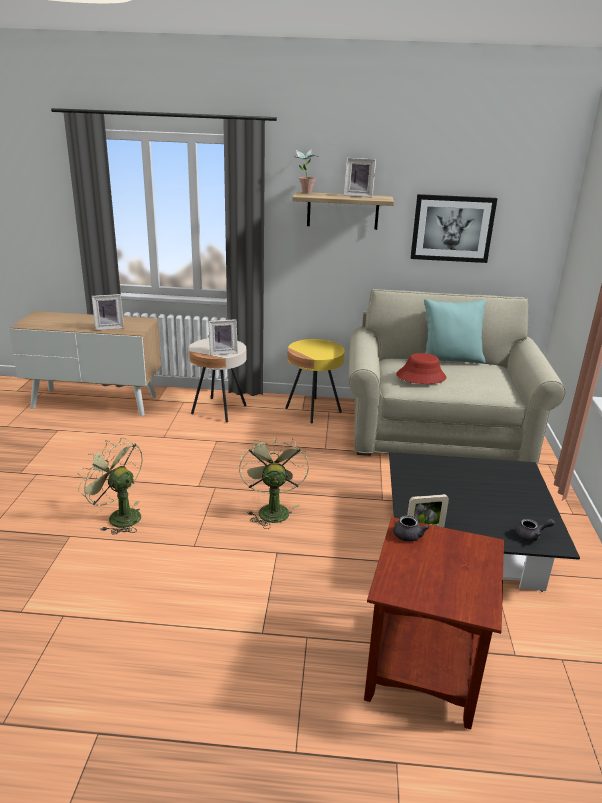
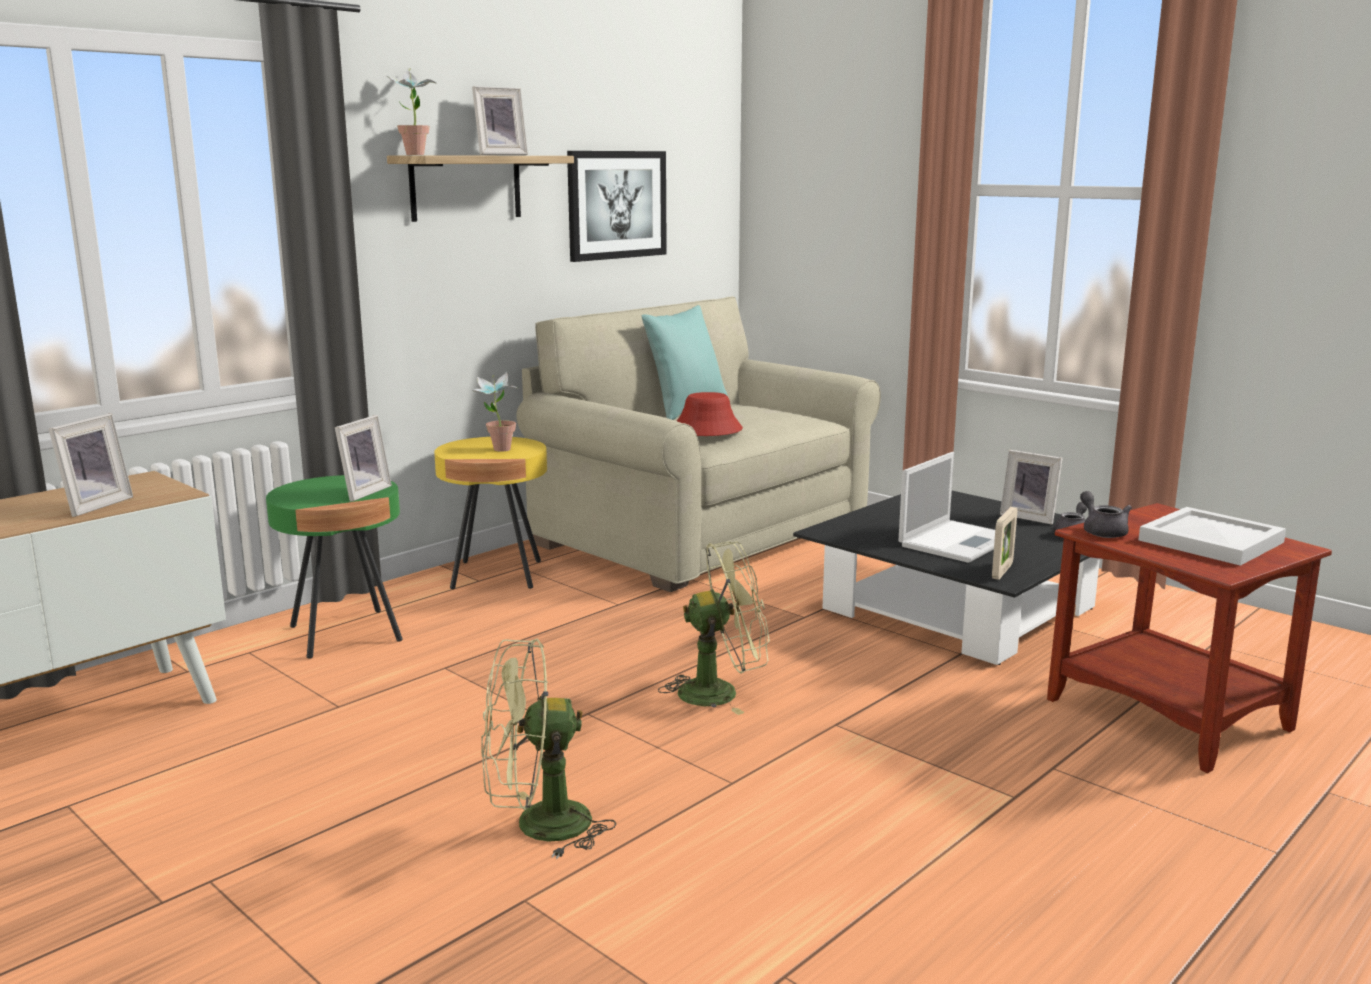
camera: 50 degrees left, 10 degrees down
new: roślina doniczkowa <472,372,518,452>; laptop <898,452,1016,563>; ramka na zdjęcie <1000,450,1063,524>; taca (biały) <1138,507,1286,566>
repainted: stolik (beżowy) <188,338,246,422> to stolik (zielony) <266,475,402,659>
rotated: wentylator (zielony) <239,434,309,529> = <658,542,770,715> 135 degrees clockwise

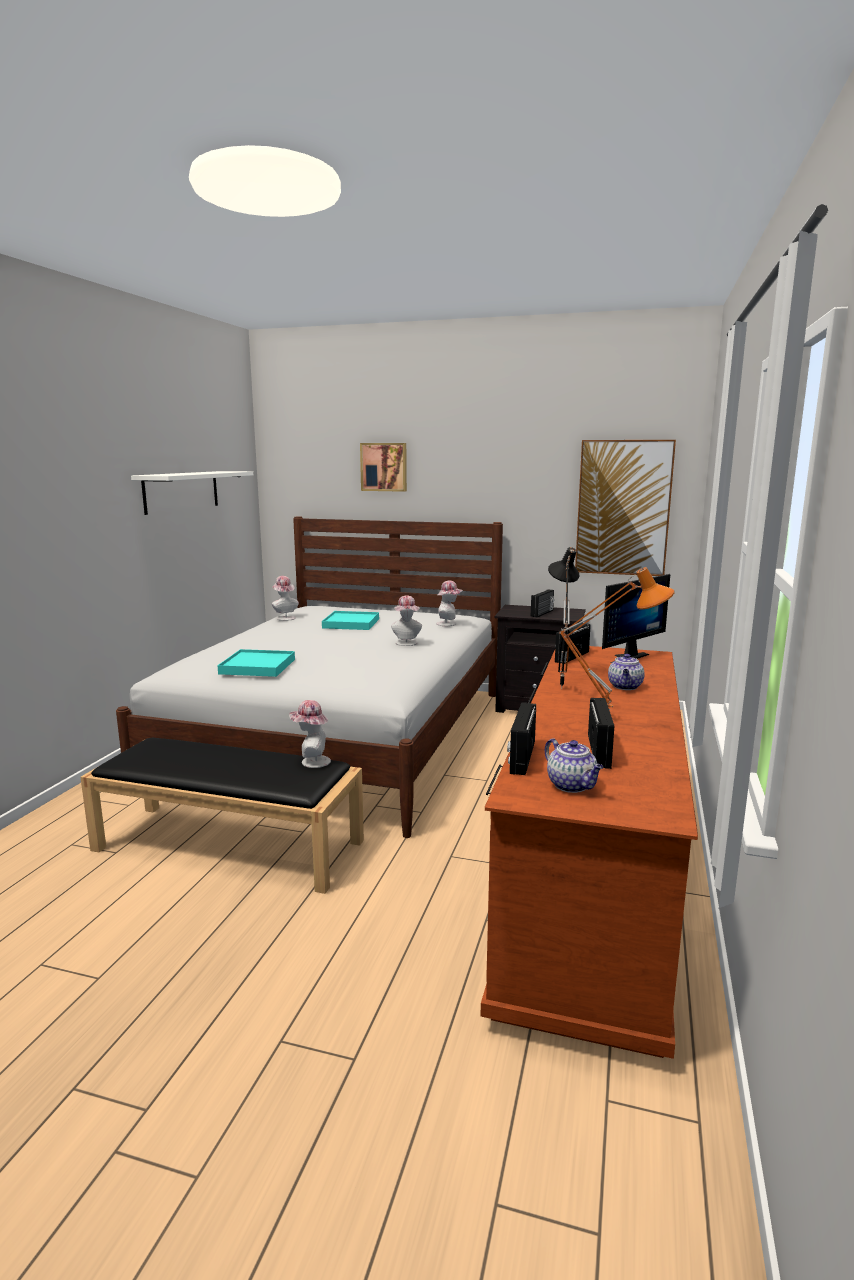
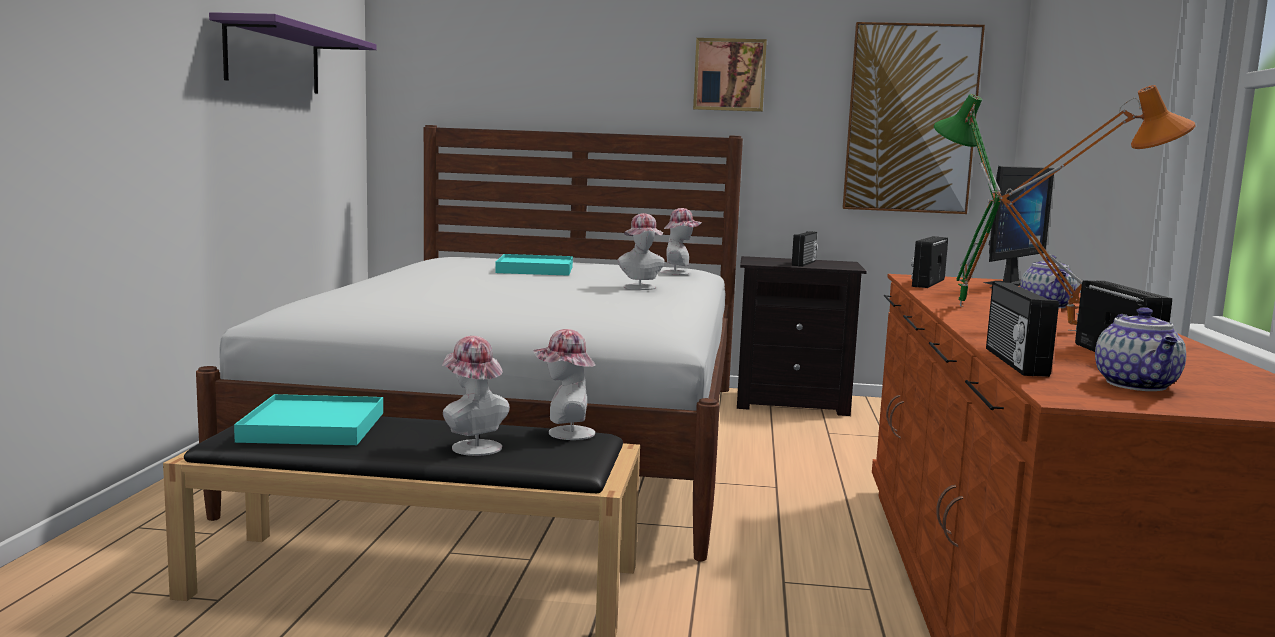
camera: 10 degrees left, 5 degrees down
shifted: taca (turkusowy) <217,649,295,677> to <234,394,383,445>; kapelusz <272,576,299,621> to <442,336,510,456>; obraz <360,443,407,492> to <693,38,767,112>
repainted: półka (biały) <131,471,253,515> to półka (fioletowy) <209,12,377,94>; lampa stołowa (czarny) <548,547,579,688> to lampa stołowa (zielony) <934,94,1001,307>
rotated: imbryk <545,738,604,793> = <1095,307,1186,391> 45 degrees clockwise

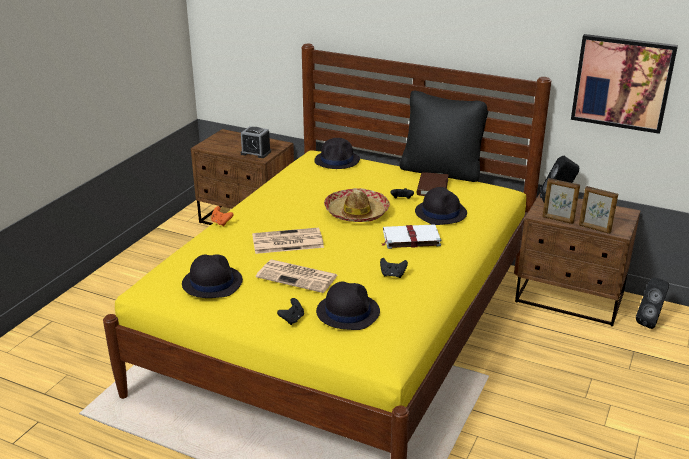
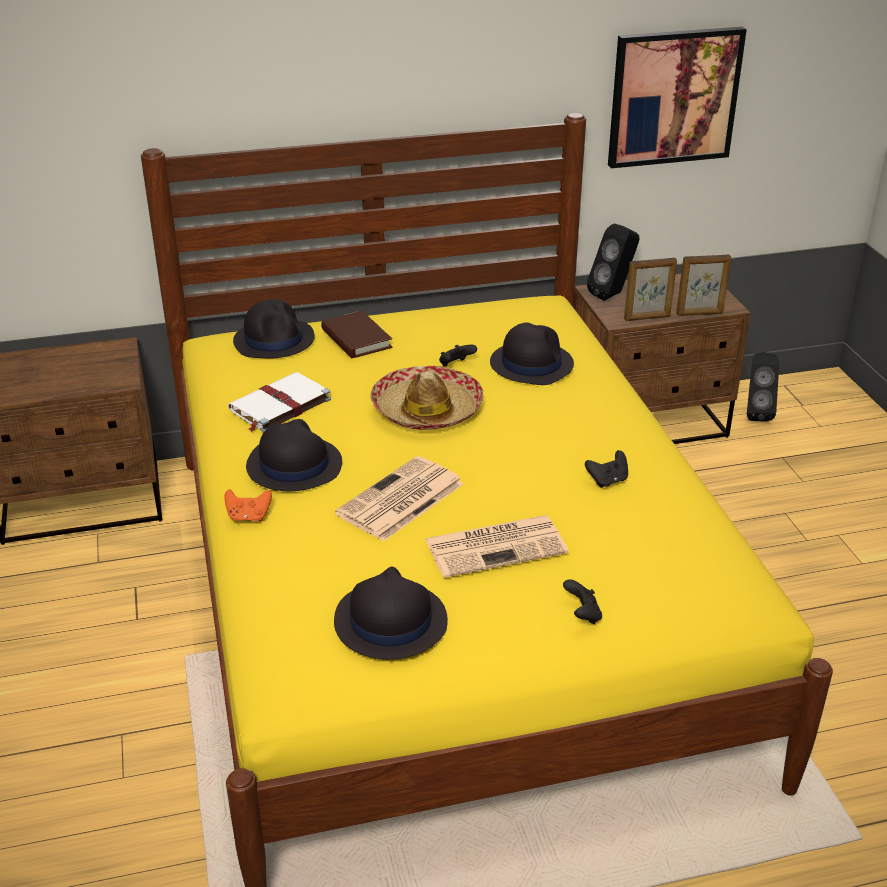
camera: 40 degrees left, 5 degrees up
gone: budzik <241,126,271,158>; poduszka (czarny) <400,91,488,182>
shifted: książka (biały) <382,224,441,249> to <228,372,331,432>; kapelusz (czarny) <316,282,380,330> to <246,419,342,491>; książka (brązowy) <417,172,449,196> to <321,311,392,358>

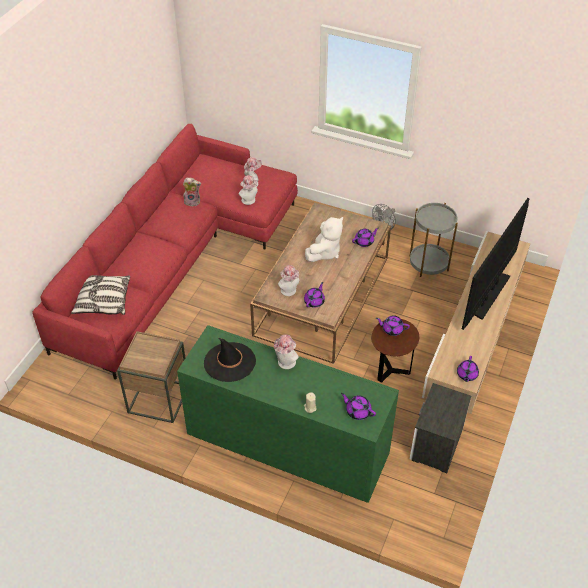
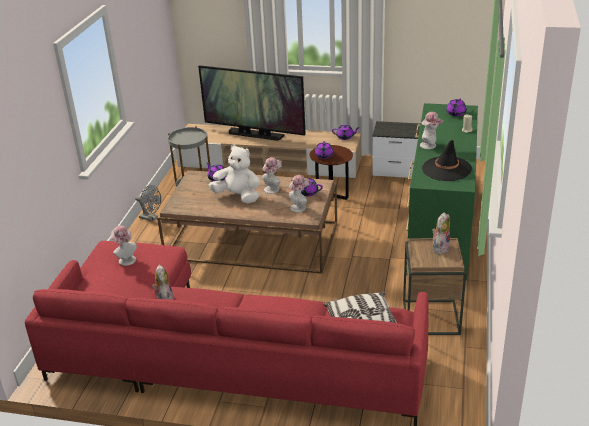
camera: 100 degrees left, 15 degrees down
new: pluszak <432,212,450,254>
shifted: kapelusz <239,175,258,205> to <262,157,282,194>

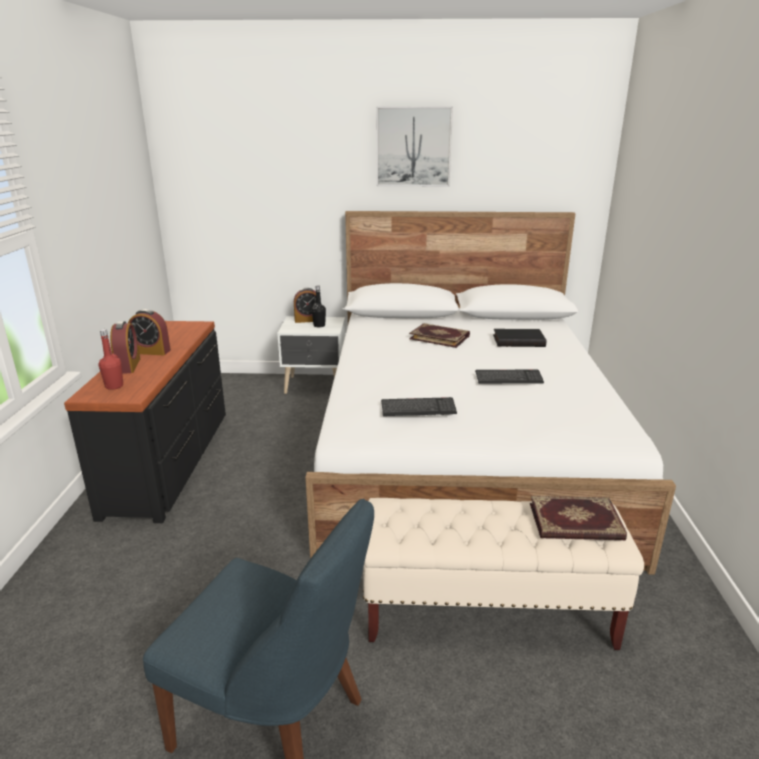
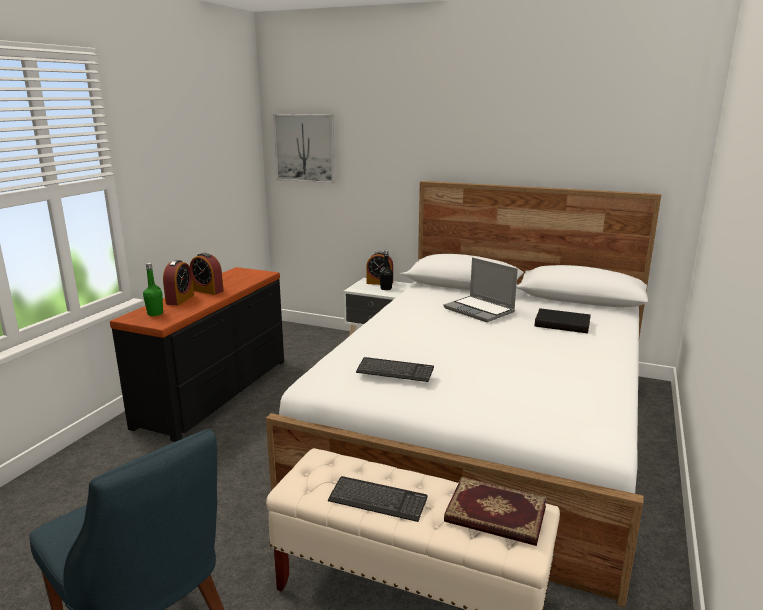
camera: 20 degrees right, 5 degrees down
shifted: obraz <376,106,453,187> to <273,114,335,184>; klawiatura <475,370,544,384> to <328,476,428,522>
swapped: książka <409,323,470,348> to laptop <443,257,518,323>
repainted: butelka (czerwony) <99,329,123,390> to butelka (zielony) <143,263,163,316>

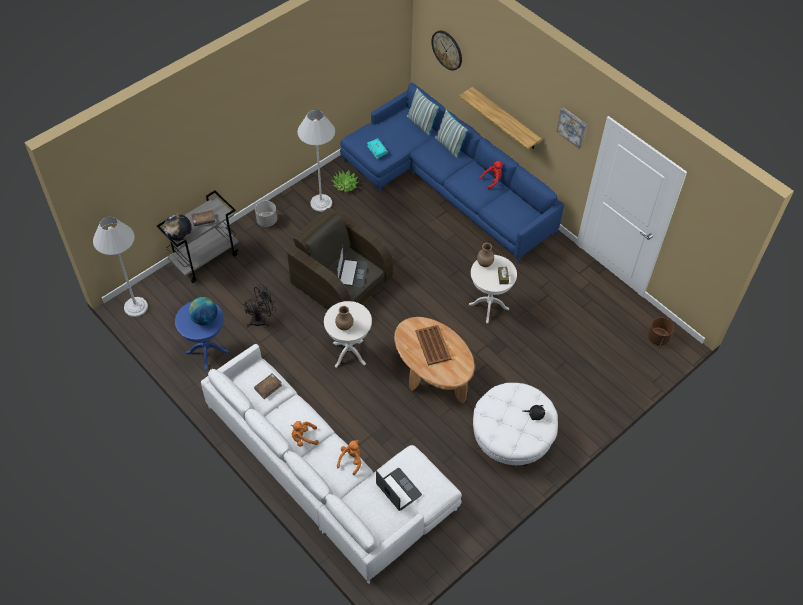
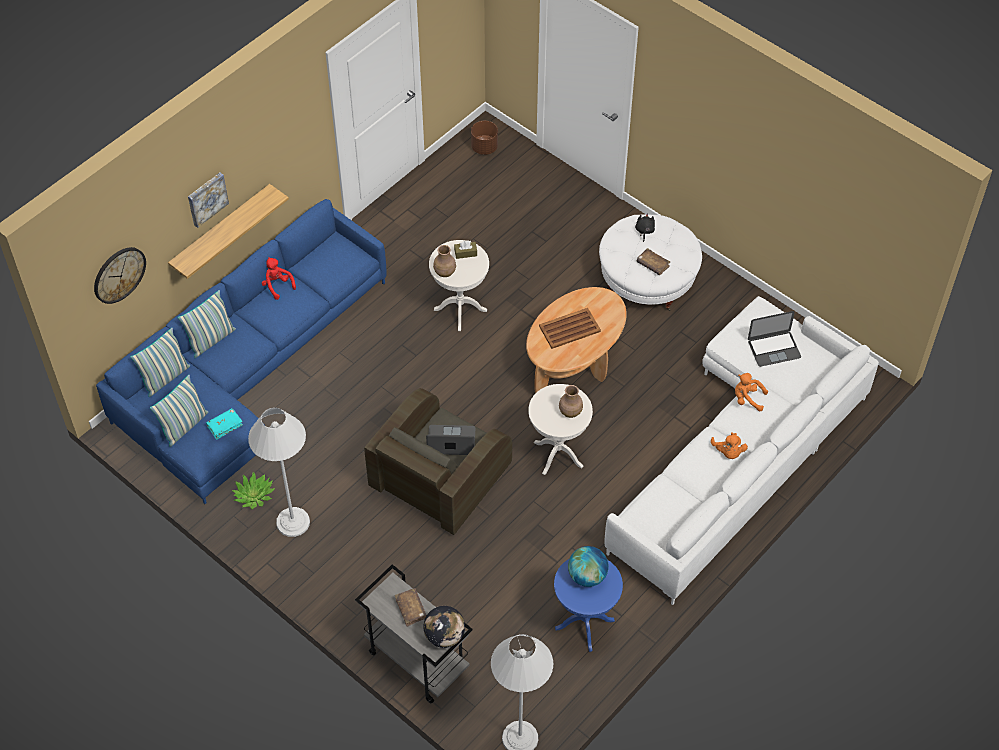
camera: 95 degrees left, 0 degrees up
gone: wentylator (czarny) <243,284,277,327>; donica (szary) <255,201,277,227>
new: poduszka <150,375,208,447>
shifted: obraz <557,107,587,149> to <188,173,229,228>; książka (brązowy) <254,374,282,399> to <637,248,670,275>
rotated: laptop <376,468,422,511> = <748,311,801,367> 150 degrees counterclockwise

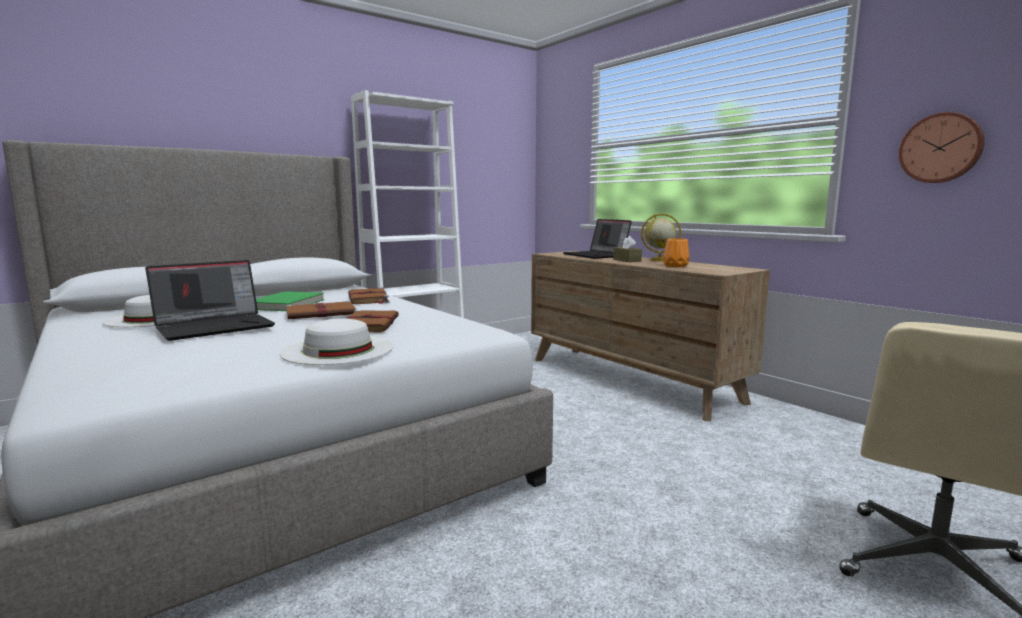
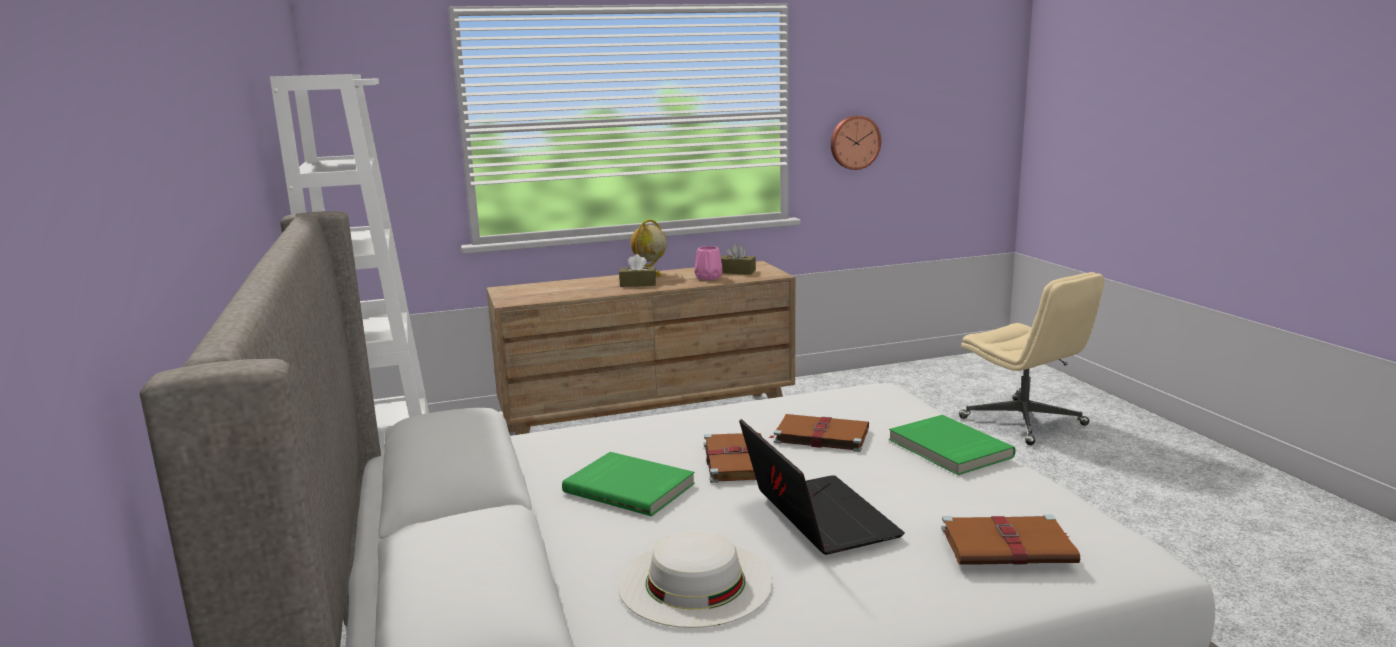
camera: 70 degrees left, 5 degrees up
gone: laptop <563,219,632,259>
new: pudełko chusteczek (brązowy) <721,244,756,275>
shifted: książka (brązowy) <348,288,390,304> to <941,515,1080,565>
swapped: kapelusz (biały) <280,318,394,365> to książka (zielony) <889,415,1016,475>
repainted: wazon (pomarańczowy) <663,238,689,267> to wazon (różowy) <695,246,723,280>

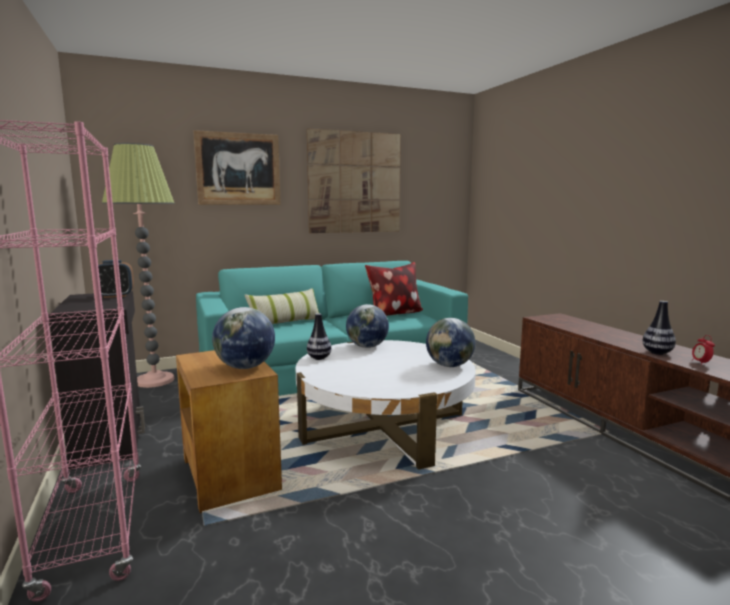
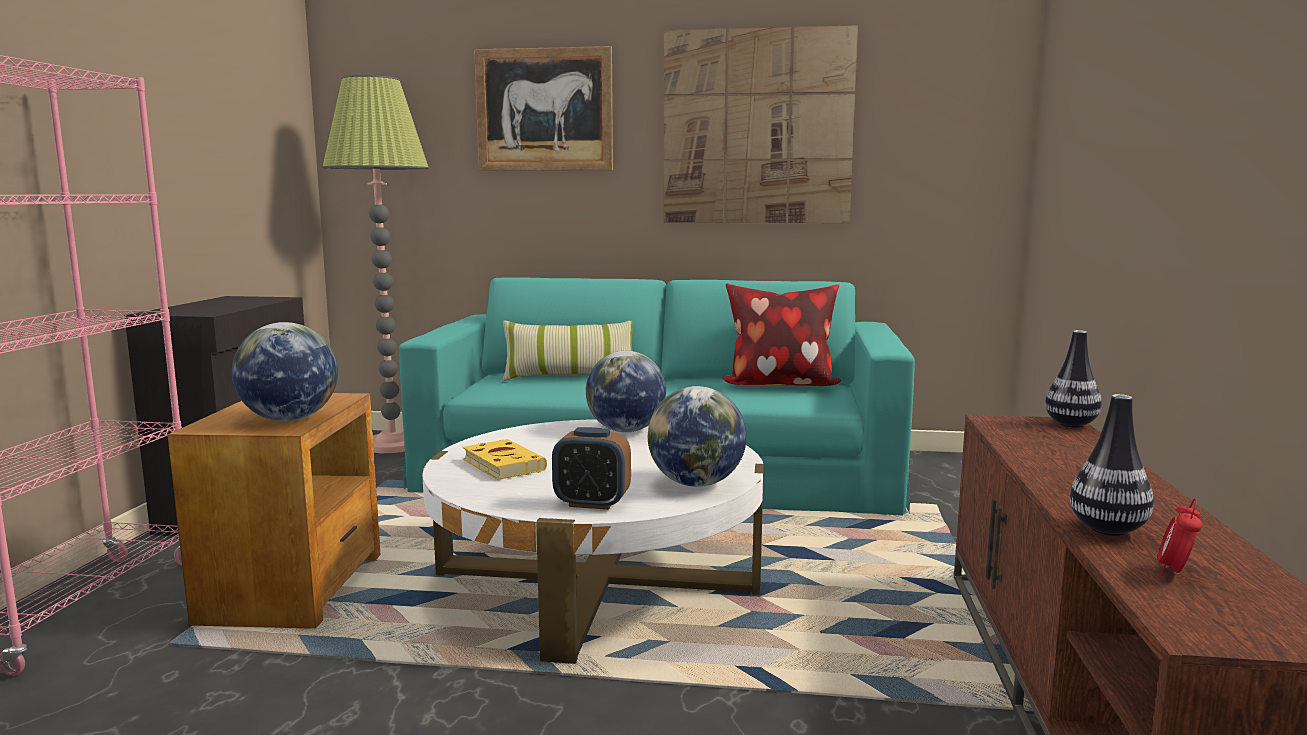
camera: 30 degrees right, 0 degrees up
new: książka (żółty) <463,439,547,480>
shifted: budzik <98,260,134,298> to <552,427,631,510>; wazon <307,313,331,360> to <1045,330,1102,427>

